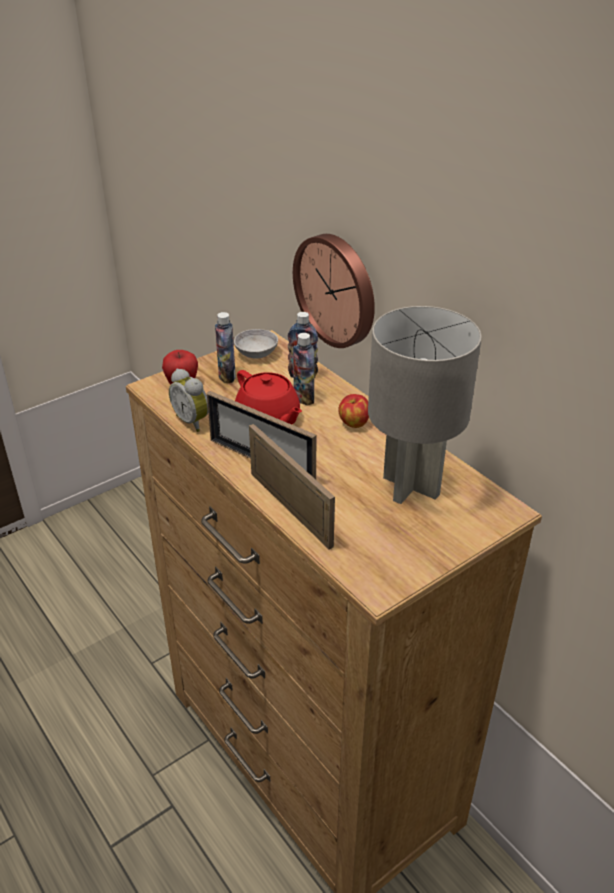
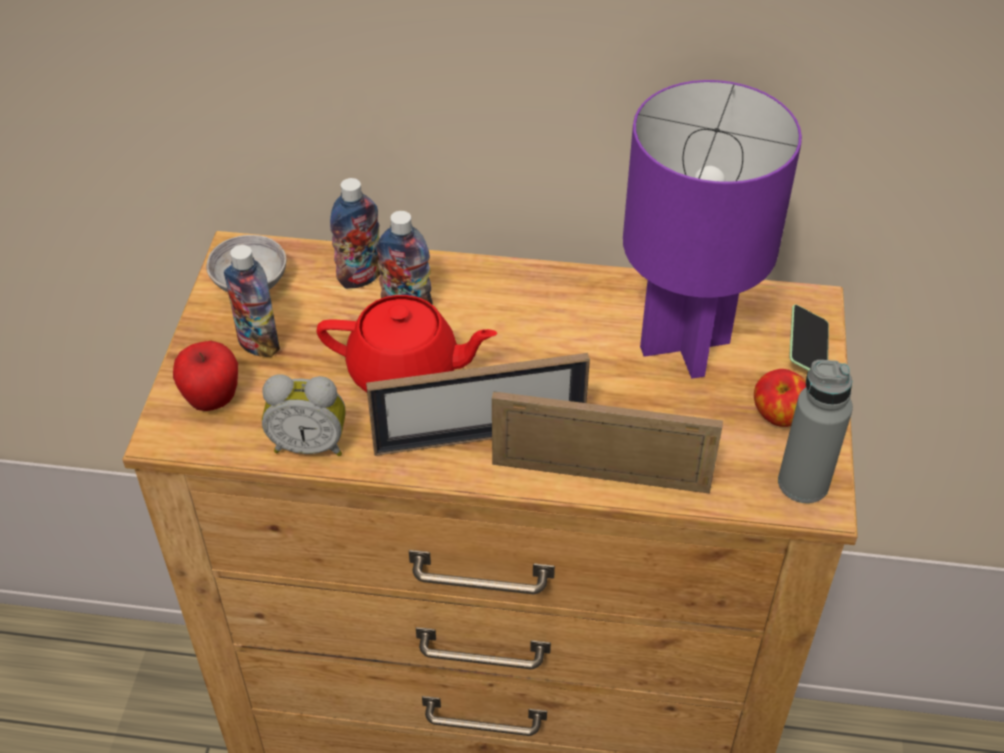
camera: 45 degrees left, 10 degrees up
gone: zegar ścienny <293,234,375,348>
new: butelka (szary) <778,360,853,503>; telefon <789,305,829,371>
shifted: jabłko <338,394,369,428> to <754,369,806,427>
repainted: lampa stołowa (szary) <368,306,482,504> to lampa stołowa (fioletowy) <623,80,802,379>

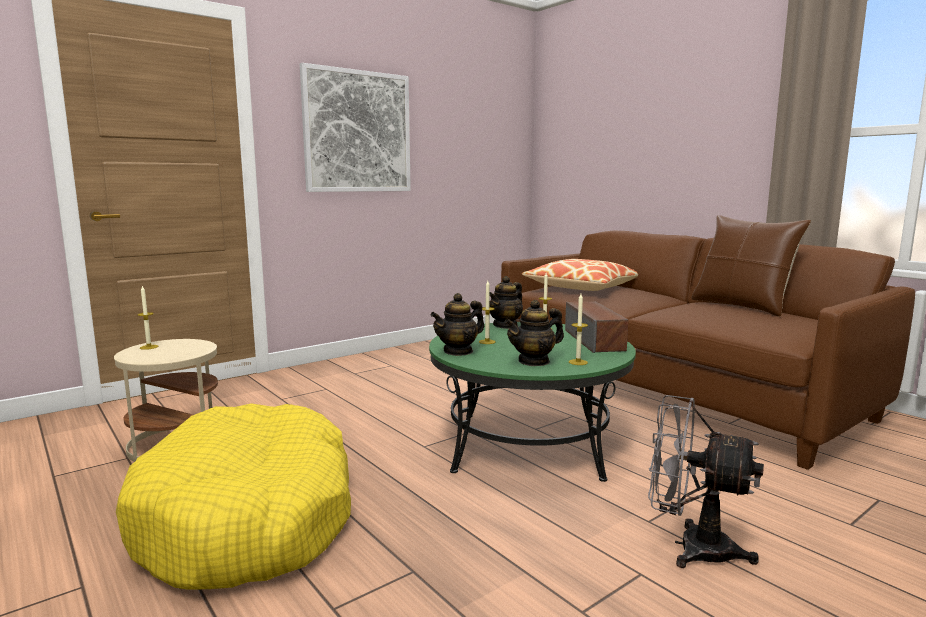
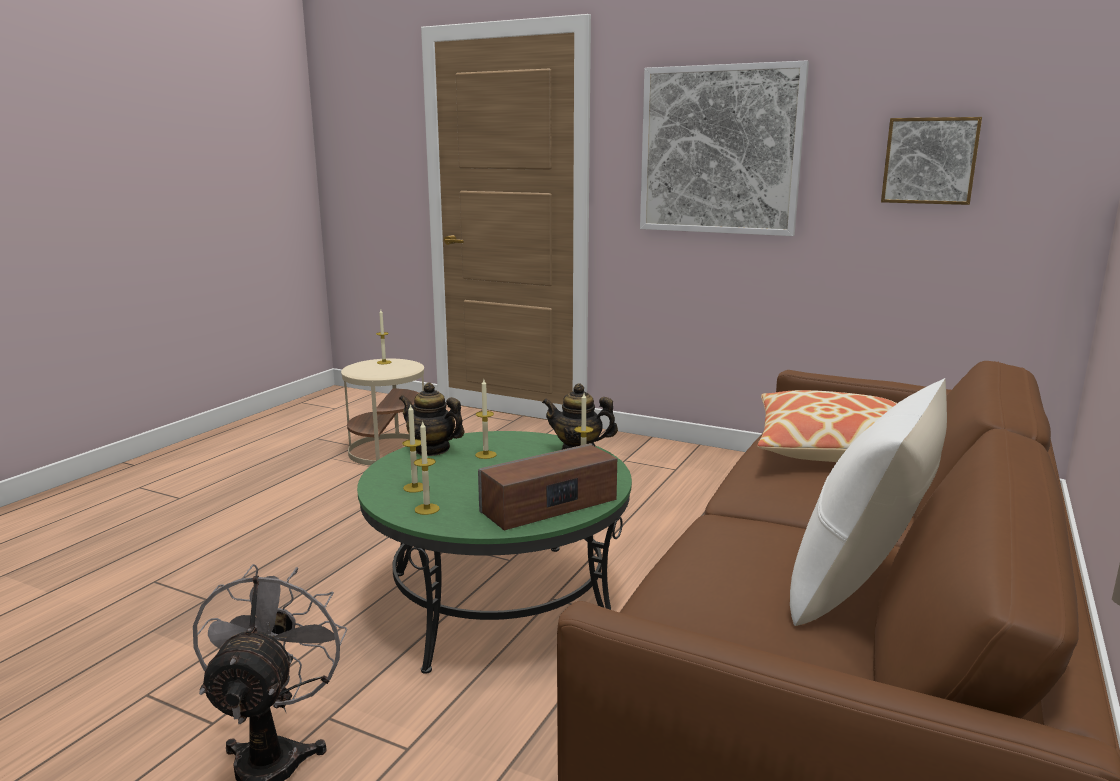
camera: 65 degrees right, 5 degrees up
gone: legowisko (żółty) <116,403,351,589>
new: obraz <881,117,982,205>
swapped: imbryk <505,300,564,366> to świeca <402,404,423,493>
repainted: poduszka (brązowy) <692,215,811,316> to poduszka (biały) <790,378,947,626>

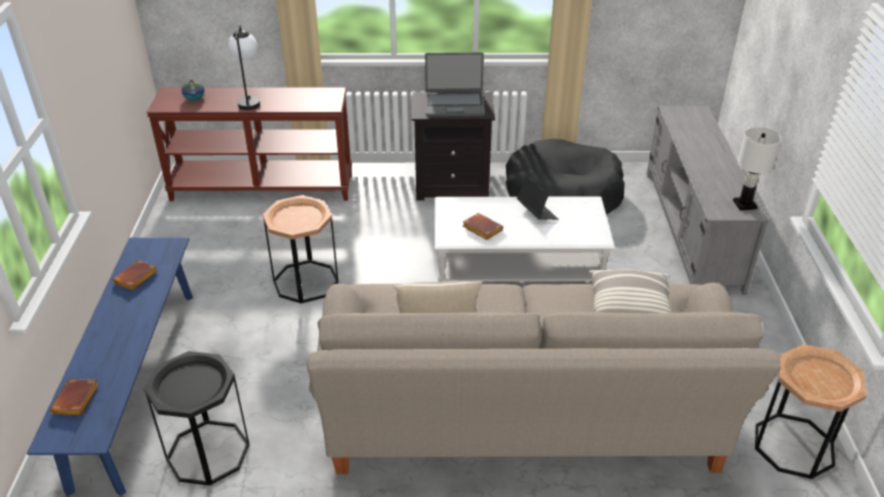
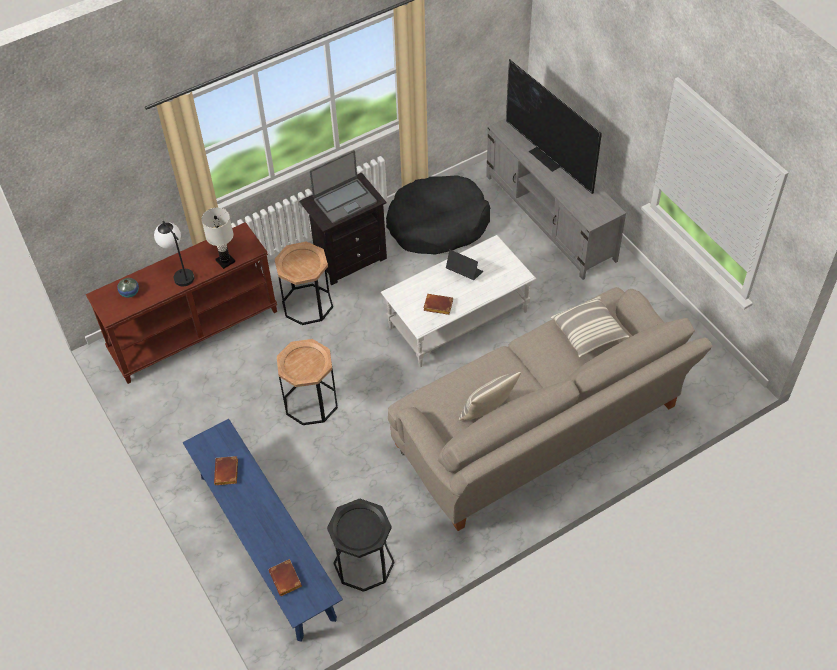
camera: 30 degrees left, 15 degrees up
new: telewizor <506,59,602,194>
shifted: lampa stołowa (biały) <733,127,782,210> to <201,208,235,269>; stolik (brązowy) <755,344,867,479> to <274,241,333,325>

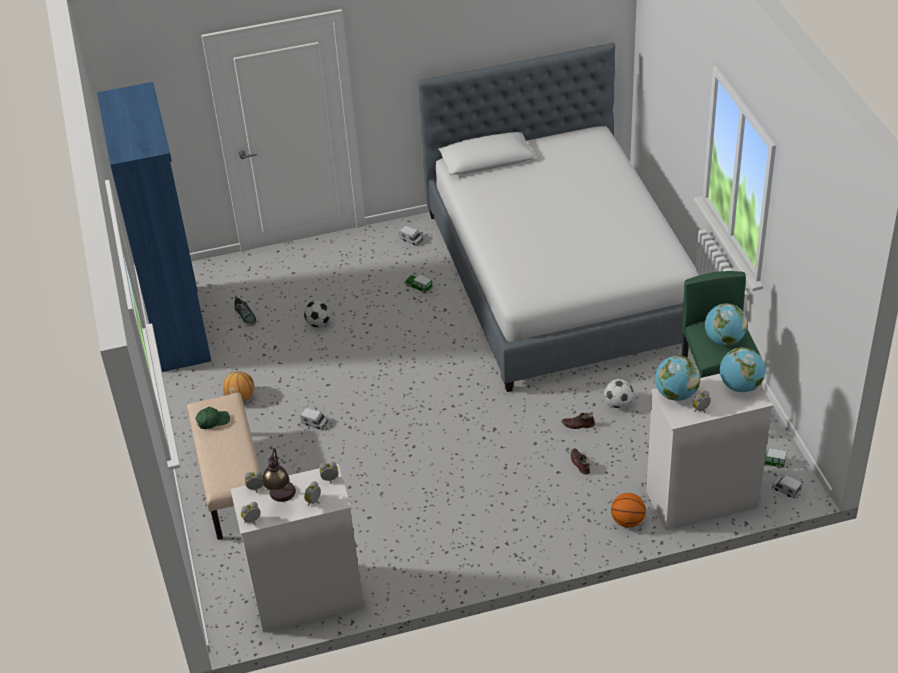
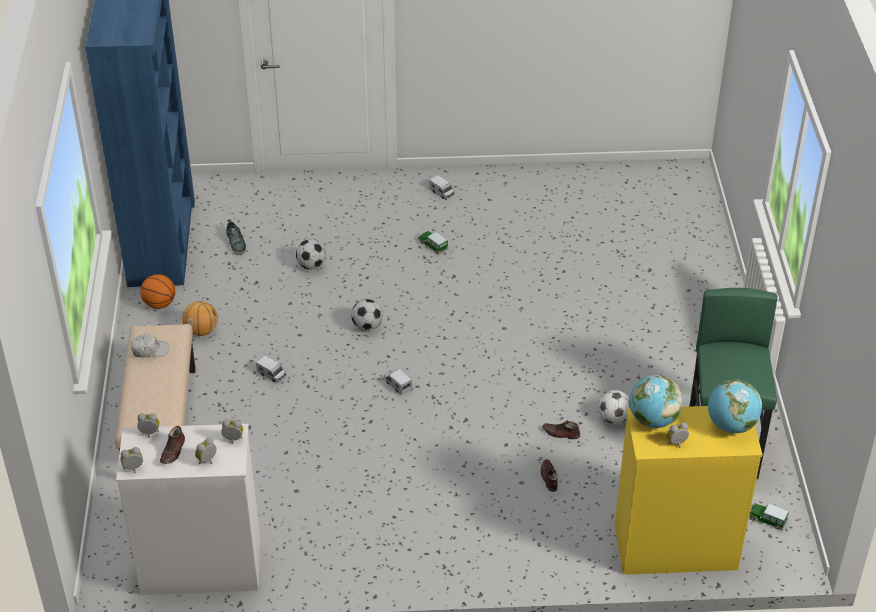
camera: 10 degrees right, 0 degrees up
gone: łóżko <418,43,698,392>; globus <705,303,748,346>
new: piłka futbolowa <351,299,383,331>
shifted: piłka do koszykówki <611,493,646,528> to <140,274,175,309>; ciężarówka zabawkowa <772,475,802,499> to <384,369,412,395>
swapped: lampa stołowa <262,448,296,502> to but (brązowy) <160,426,185,464>
repainted: czapka z daszkiem (zielony) <195,407,230,429> to czapka z daszkiem (biały) <130,333,169,358>; komoda (biały) <646,374,773,531> to komoda (żółty) <615,406,763,575>

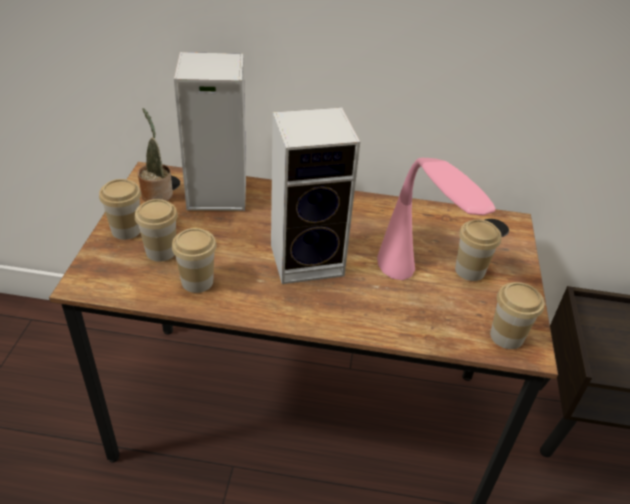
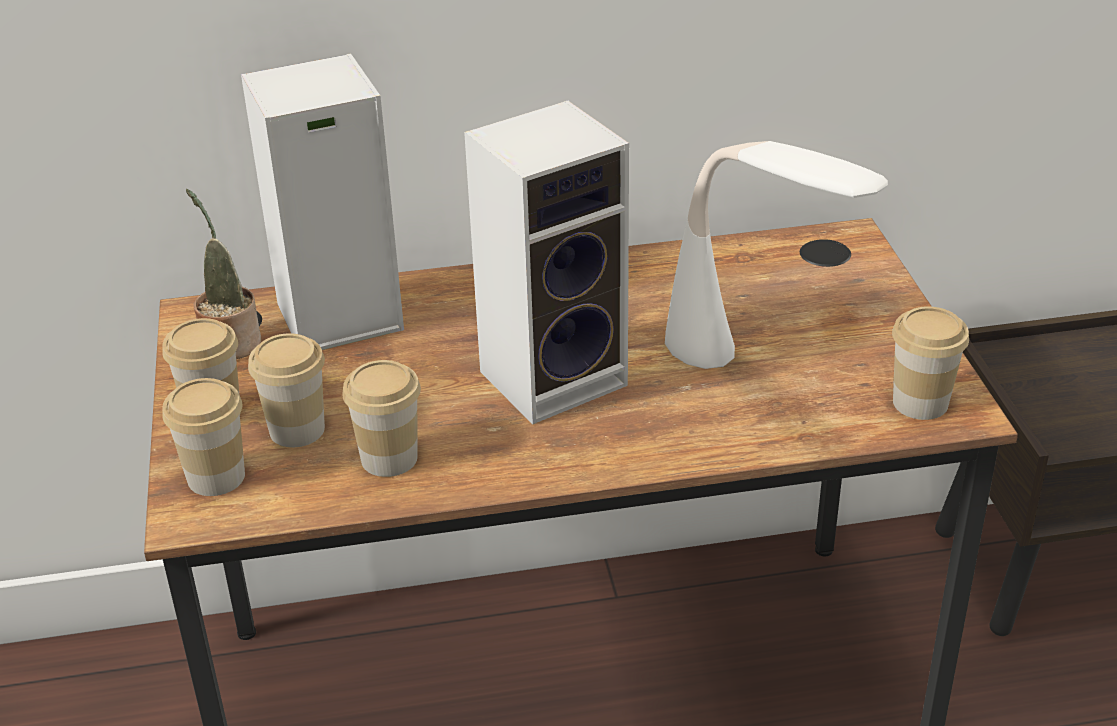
camera: 15 degrees left, 5 degrees down
shifted: filiżanka <455,219,502,281> to <162,378,245,496>
repainted: lampa stołowa (różowy) <377,158,496,280> to lampa stołowa (biały) <665,141,888,369>

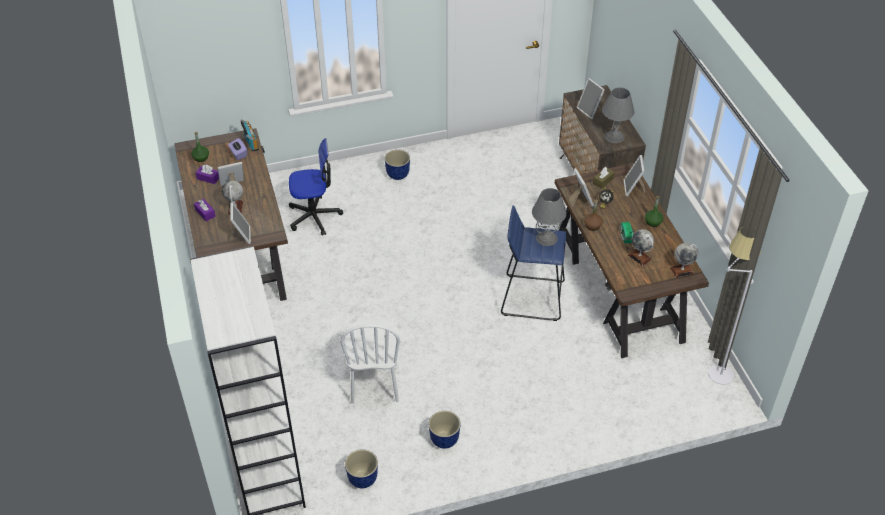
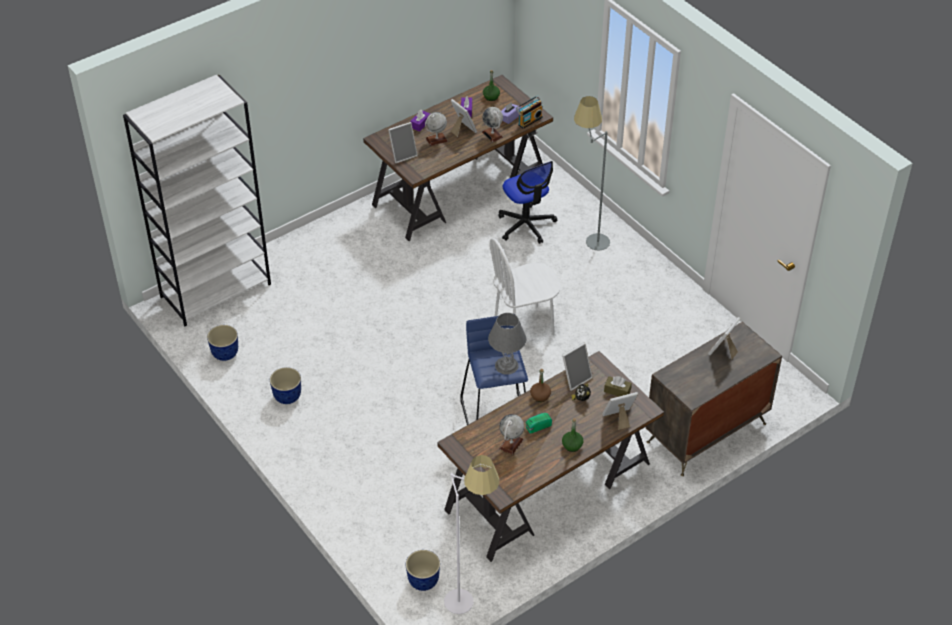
camera: 70 degrees right, 0 degrees up
gone: lampa stołowa (szary) <602,87,634,143>
new: lampa stojąca (szary) <574,96,610,251>
shifted: donica <384,150,410,180> to <406,550,440,591>; globus <670,243,699,278> to <482,107,503,142>; krzesło (biały) <340,319,400,404> to <490,238,561,335>

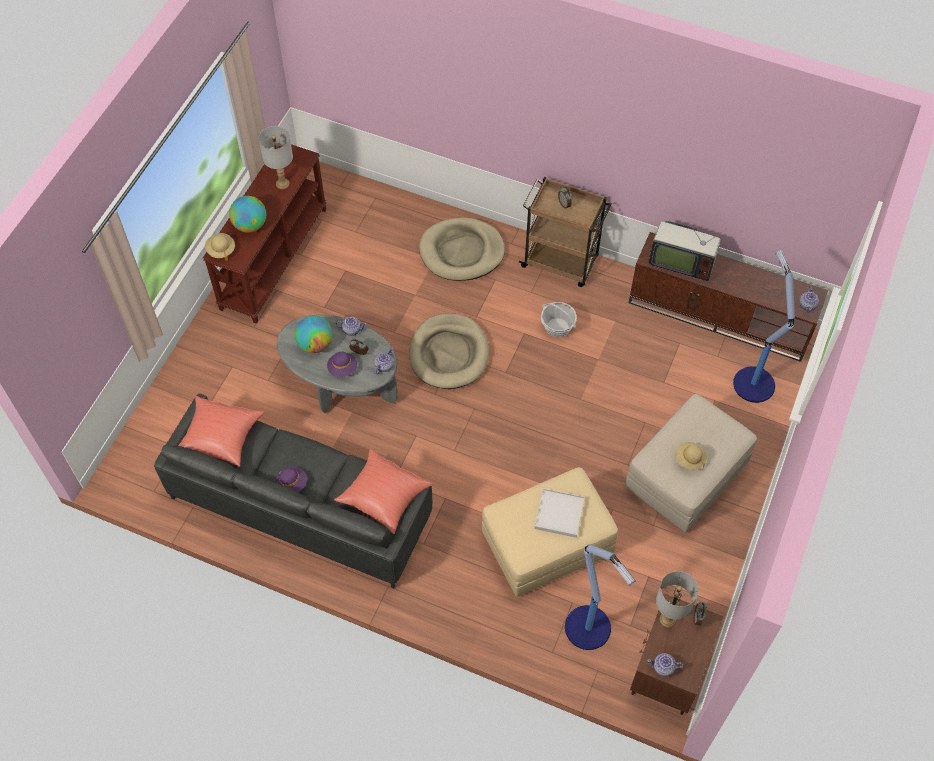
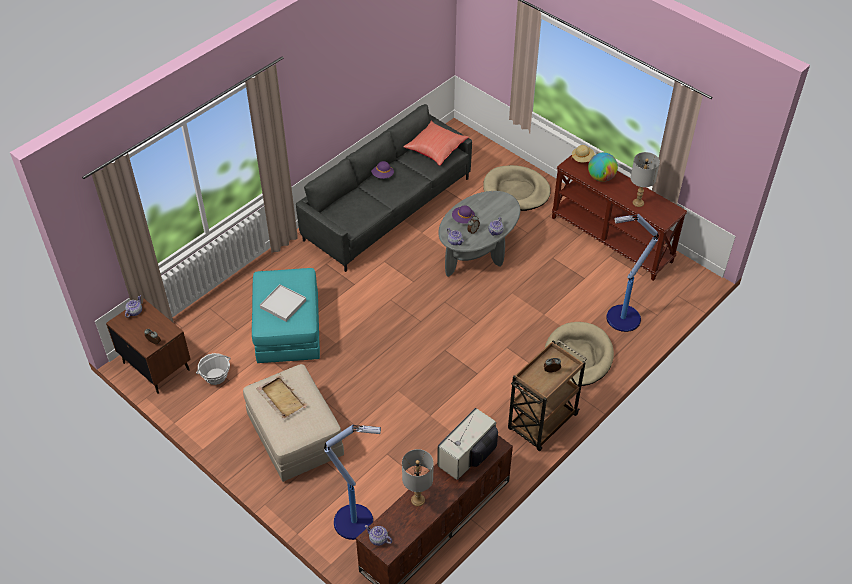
camera: 110 degrees right, 10 degrees down
gone: globus <295,316,333,353>; poduszka (czerwony) <334,449,432,534>
shifted: koszyk <541,302,577,337> to <196,353,230,385>; lampa stołowa (szary) <656,571,699,628> to <402,449,434,506>; legowisko (beżowy) <409,313,489,389> to <483,165,551,211>; lampa stojąca <565,545,636,650> to <606,214,659,332>
swapped: kapelusz (beżowy) <675,442,707,471> to taca (beżowy) <256,374,309,420>
repainted: pufa (beżowy) <482,467,618,597> to pufa (turkusowy) <252,268,320,363>

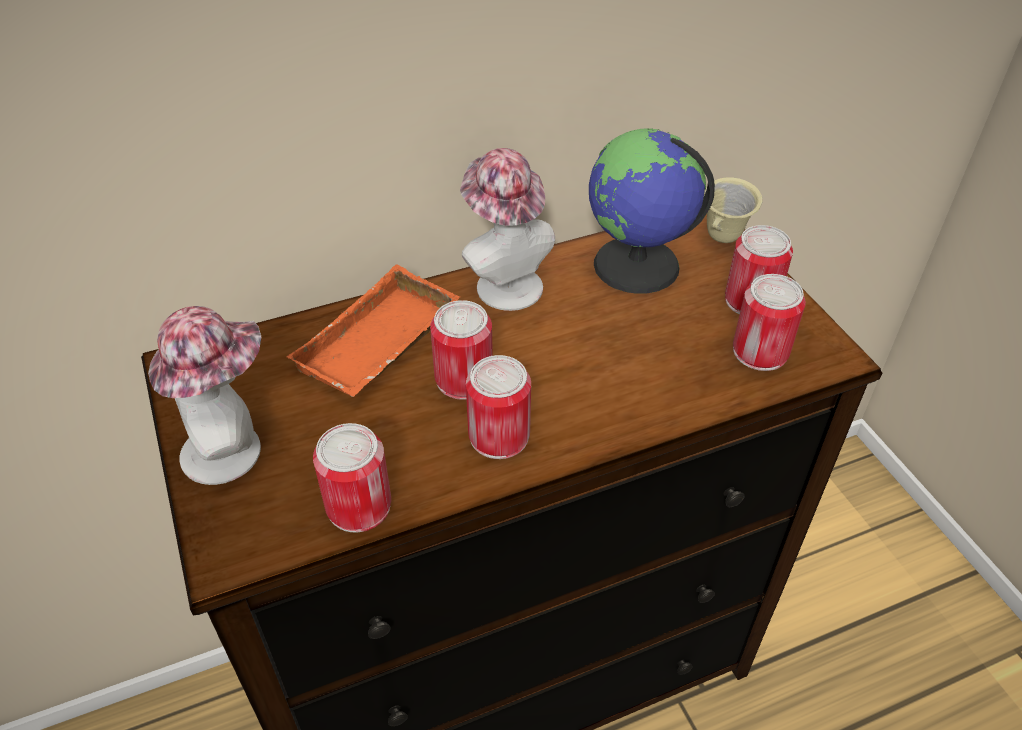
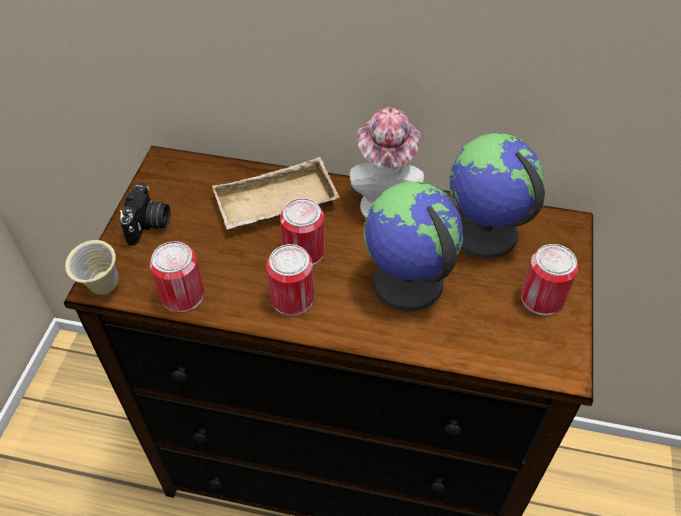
camera: 35 degrees right, 5 degrees up
gone: puszka <733,274,806,371>
new: globus <364,181,464,311>
shifted: kubek (beżowy) <704,177,763,243> to <65,240,119,295>
swapped: kapelusz <148,306,261,485> to aparat fotograficzny <120,183,171,246>
repainted: taca (pomarańczowy) <287,264,460,397> to taca (beżowy) <212,157,340,229>

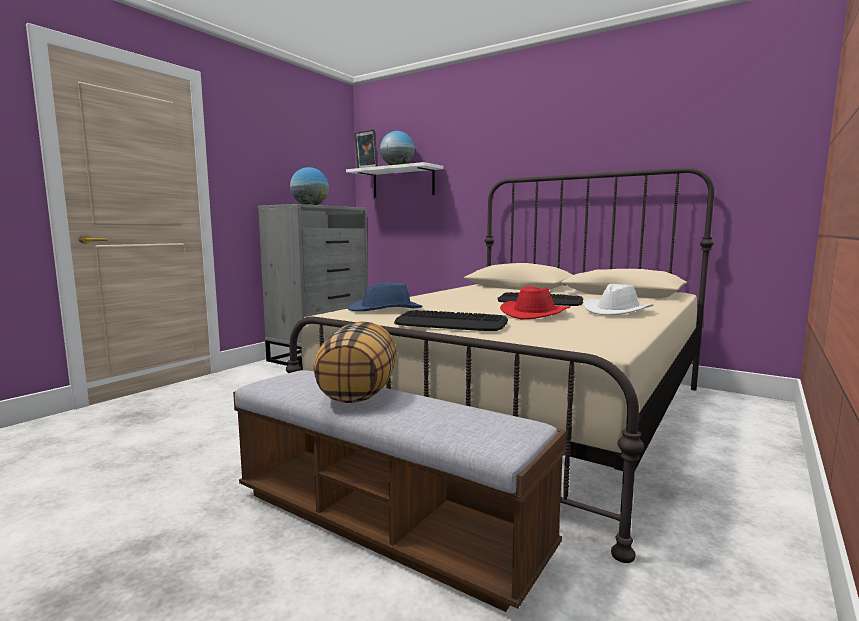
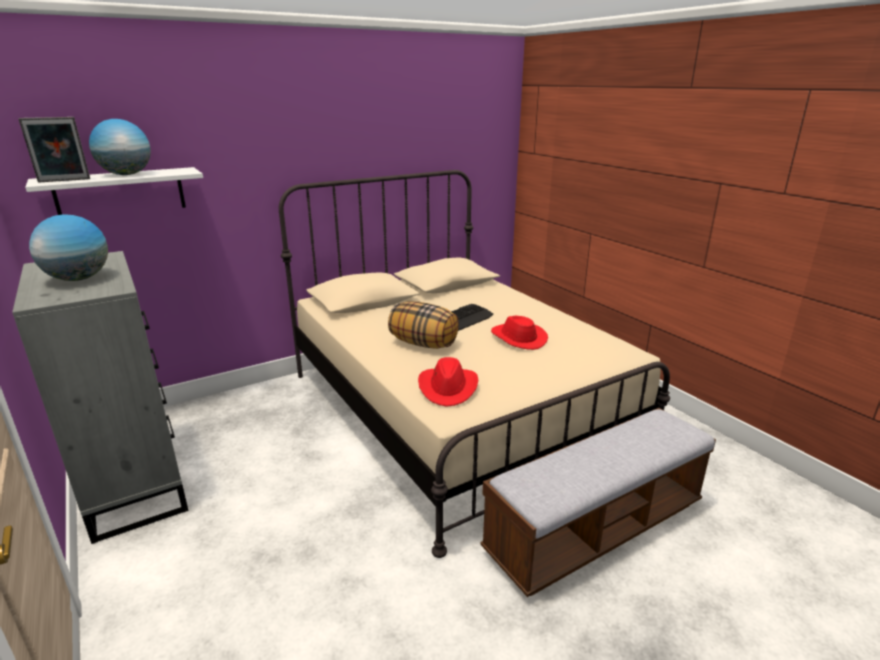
camera: 65 degrees left, 15 degrees up
gone: klawiatura <394,310,508,331>; kapelusz (biały) <584,284,653,315>
shifted: poduszka <313,321,397,403> to <388,301,459,349>
repainted: kapelusz (niebieski) <348,282,423,311> to kapelusz (czerwony) <418,357,478,407>

